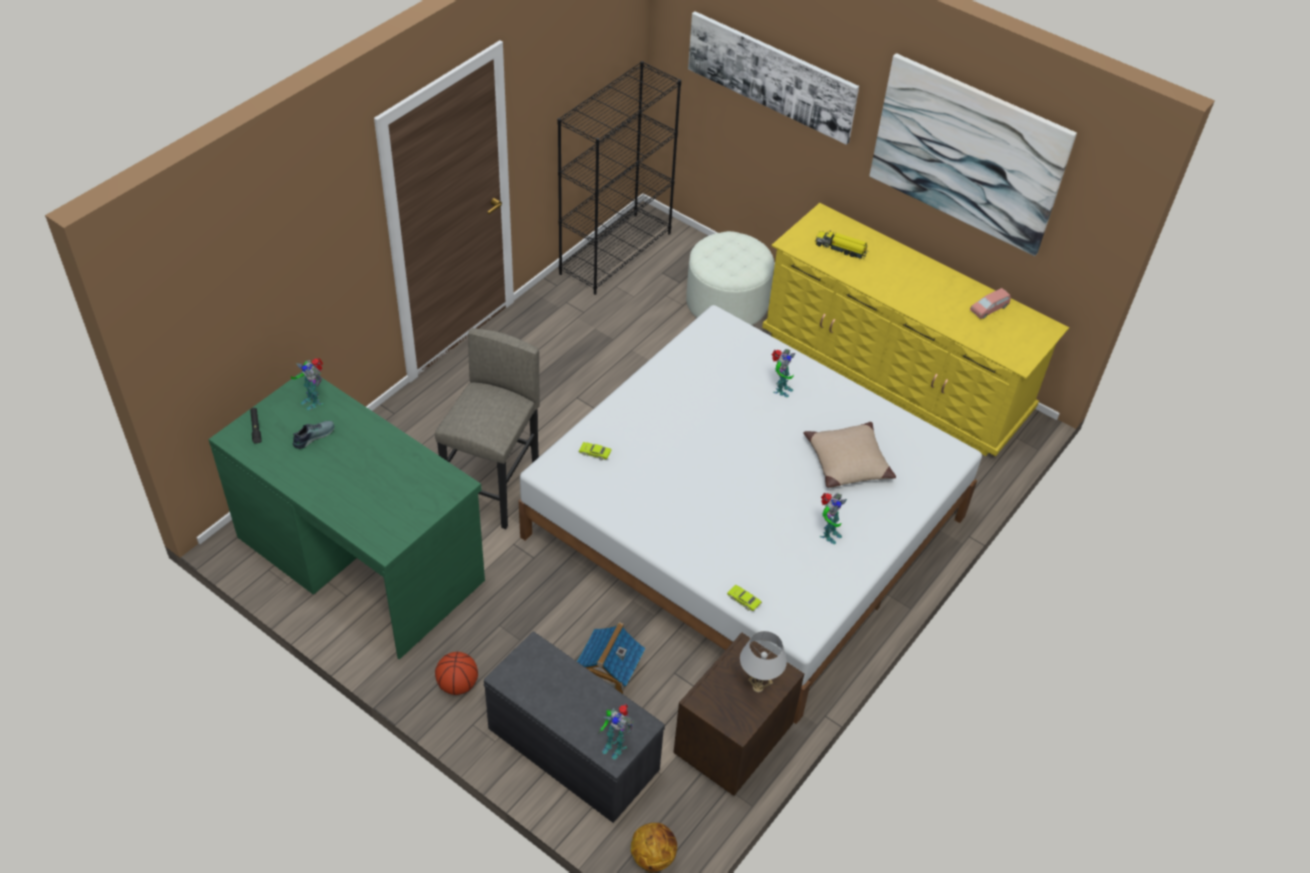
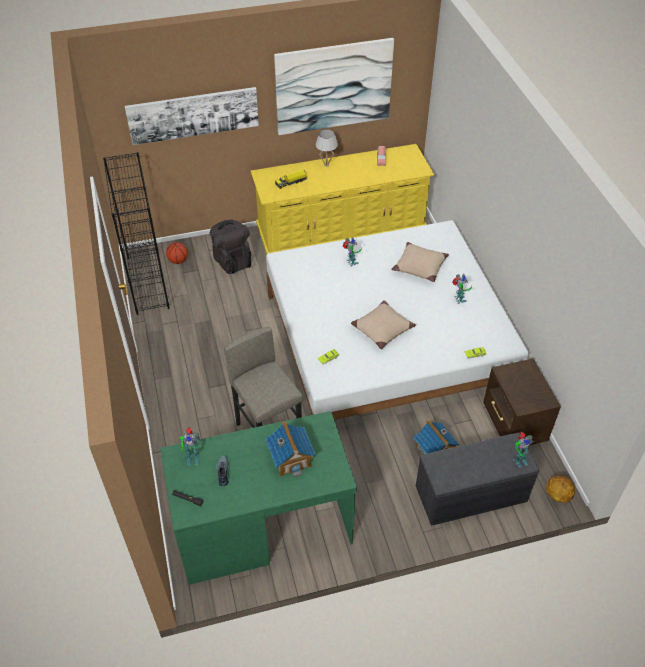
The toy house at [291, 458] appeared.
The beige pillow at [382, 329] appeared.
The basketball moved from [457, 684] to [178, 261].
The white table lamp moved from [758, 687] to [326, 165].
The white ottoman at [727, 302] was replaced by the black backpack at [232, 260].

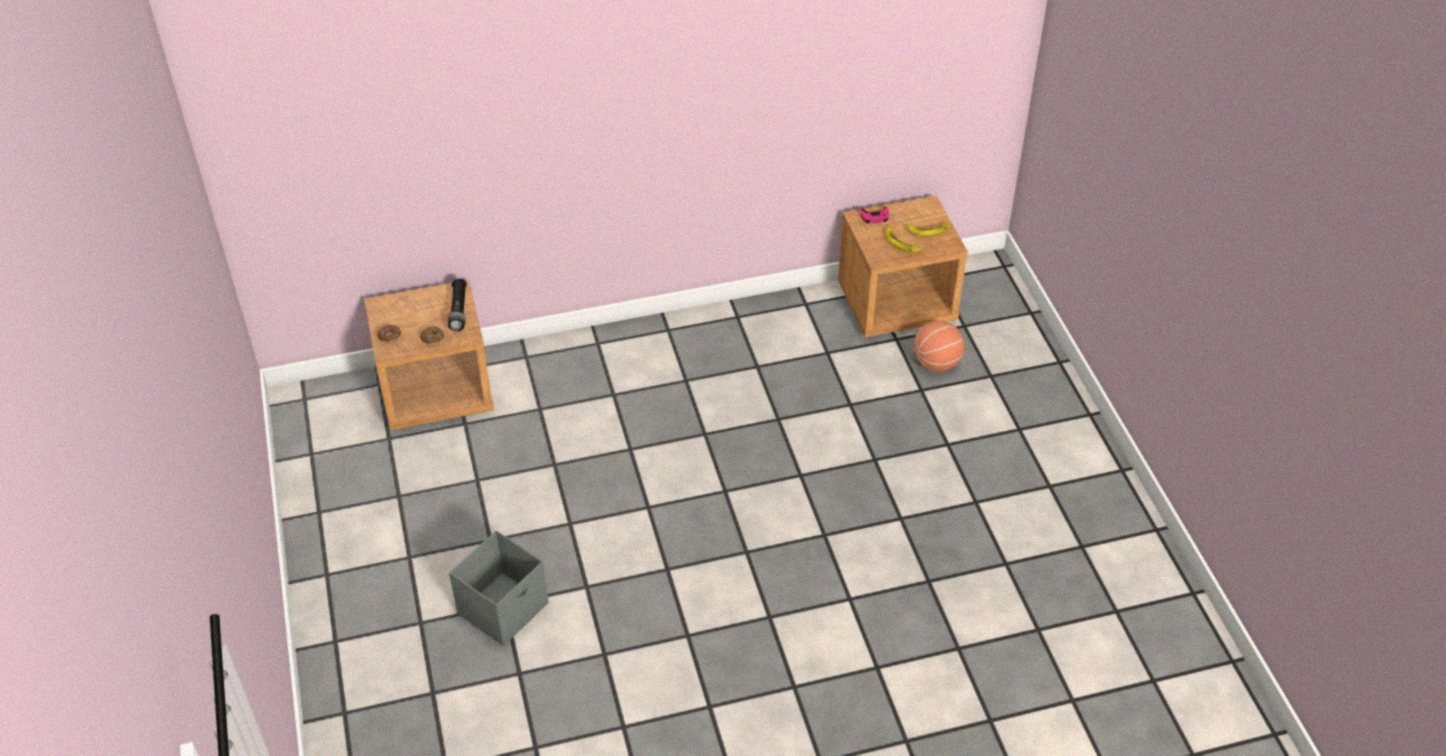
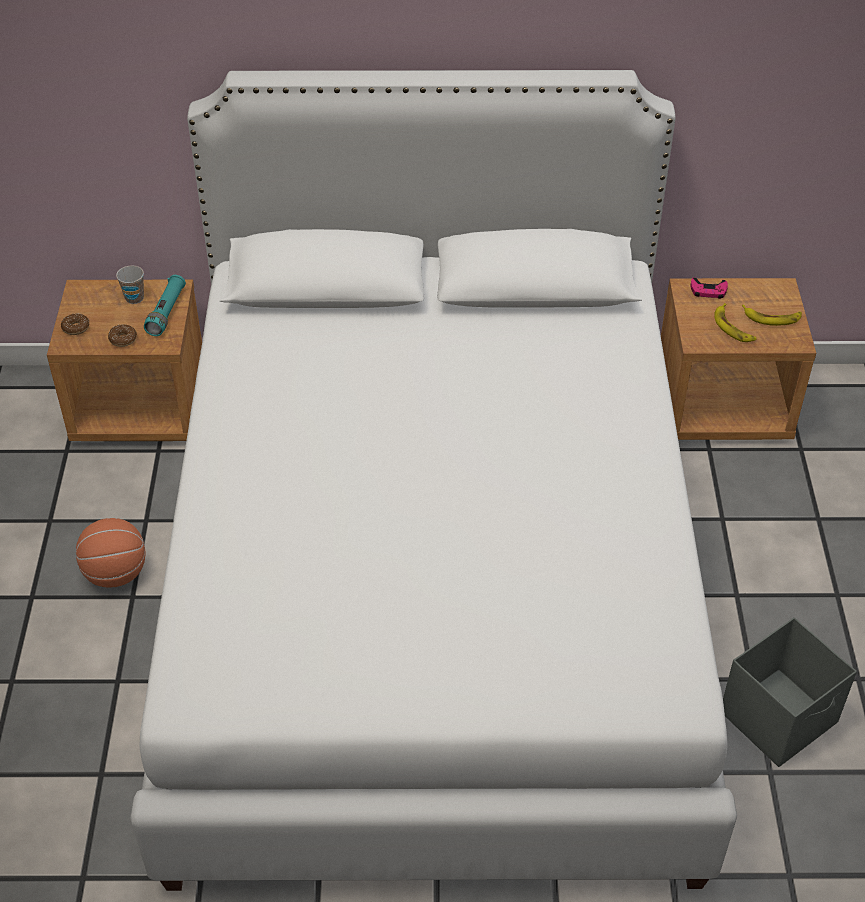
The cup at [134, 298] appeared.
The white bed at [432, 592] appeared.
The grey storage box moved from [504, 608] to [780, 717].
The basketball moved from [936, 363] to [115, 573].
The black flashlight at [459, 310] became the turquoise flashlight at [166, 312].

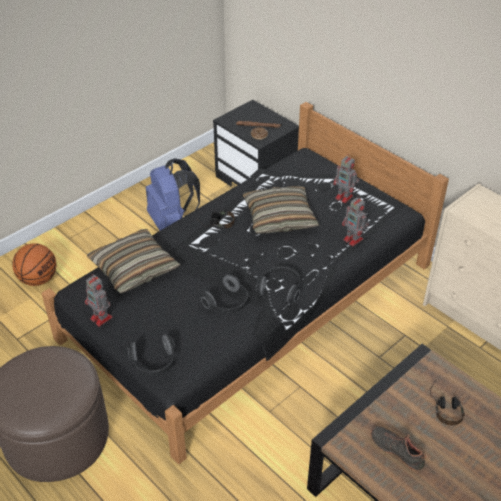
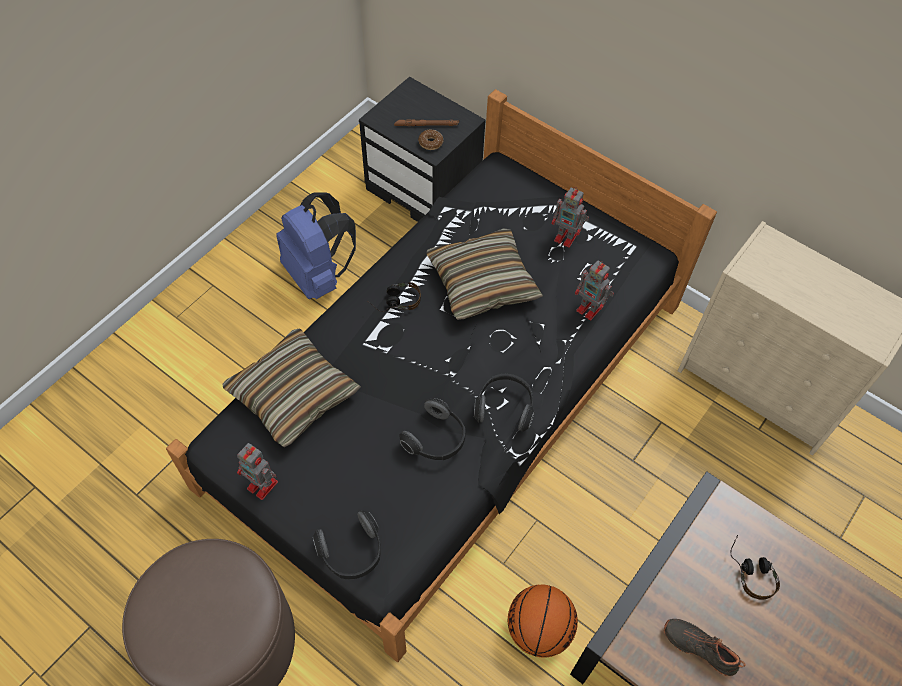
The basketball moved from [38, 279] to [538, 629].

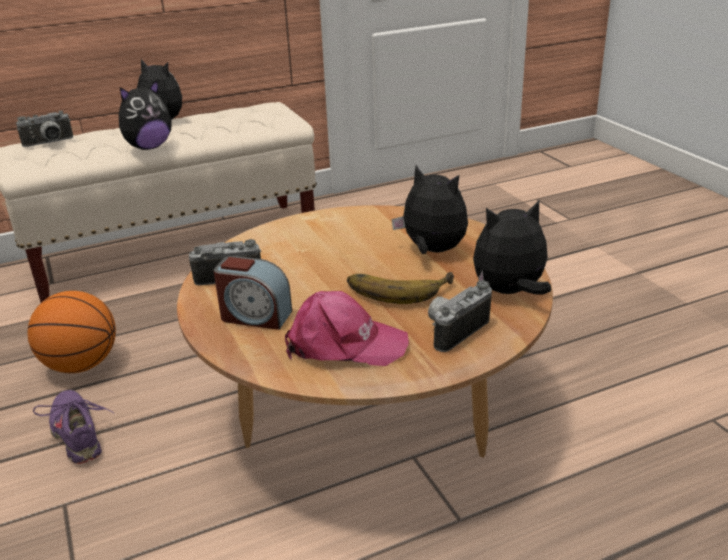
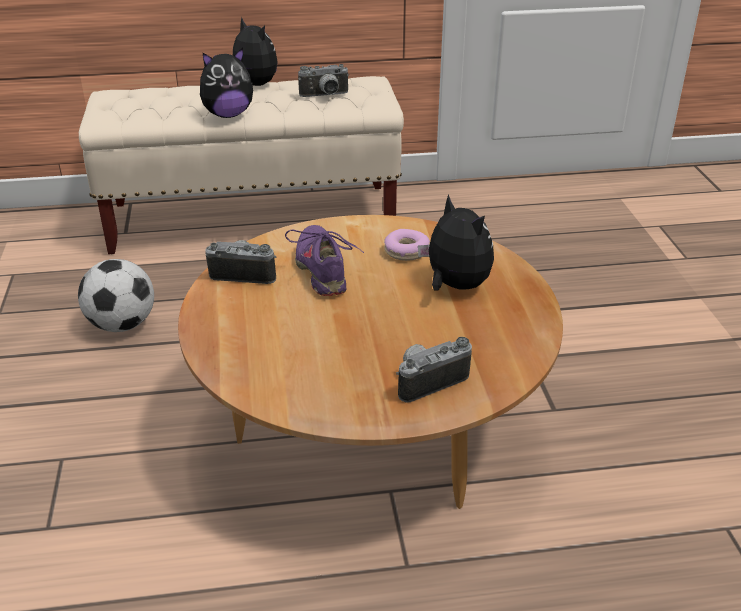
The alarm clock at [255, 316] disappeared.
The pink cap at [344, 344] disappeared.
The banana at [398, 287] disappeared.
The plush toy at [510, 292] disappeared.
The donut at [406, 251] appeared.
The photo camera moved from [49, 143] to [325, 96].
The purple shoe moved from [79, 433] to [323, 269].
The basketball at [81, 365] was replaced by the football at [122, 325].

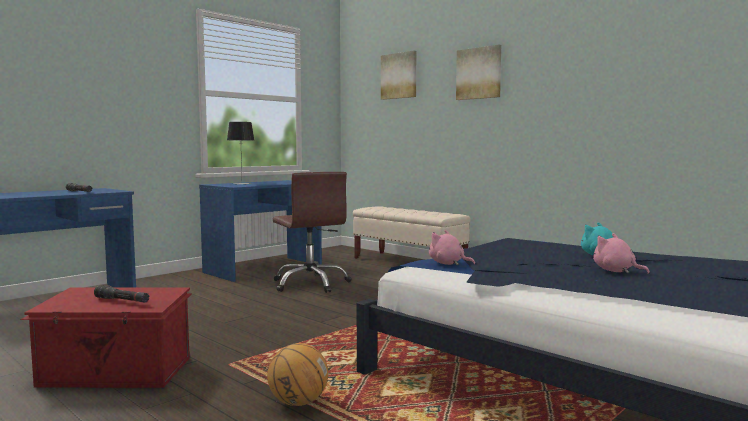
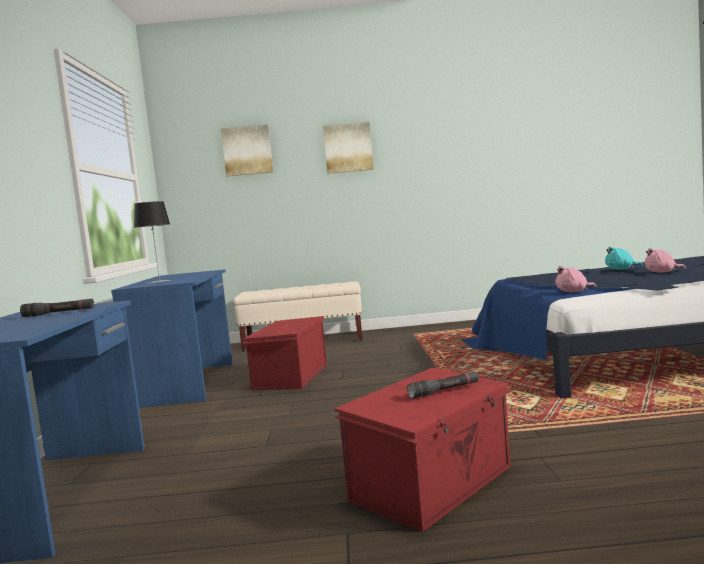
The basketball at [298, 403] disappeared.
The brown office chair at [310, 284] was replaced by the red storage box at [289, 376].

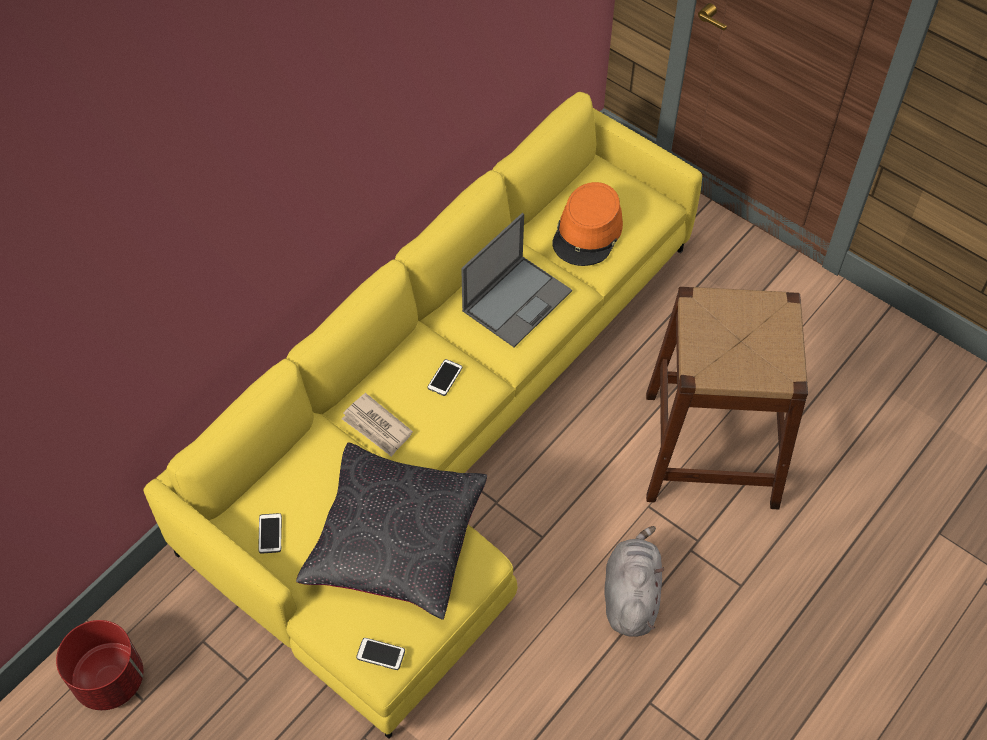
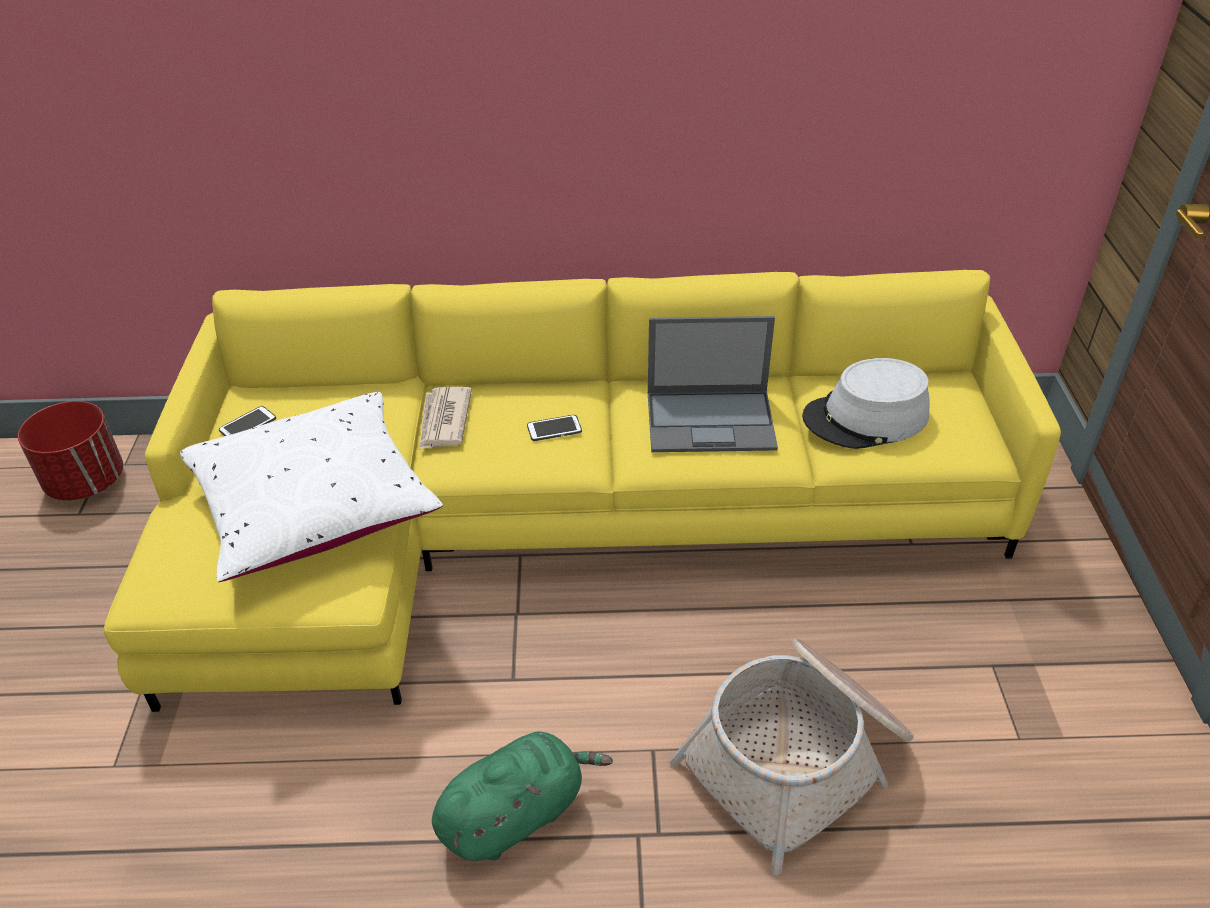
The phone at [380, 654] disappeared.
The brown stool at [711, 449] was replaced by the basket at [798, 759].
The black pillow at [395, 540] became the white pillow at [314, 506].
The orange hat at [588, 232] became the grey hat at [866, 418].
The grey plush toy at [631, 595] became the green plush toy at [516, 814].

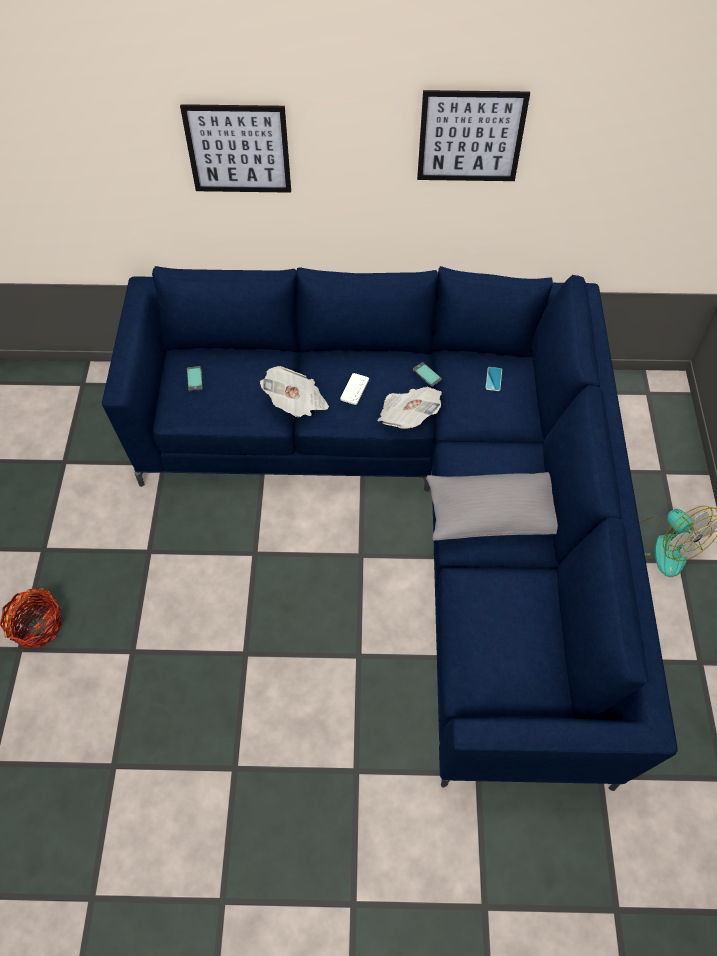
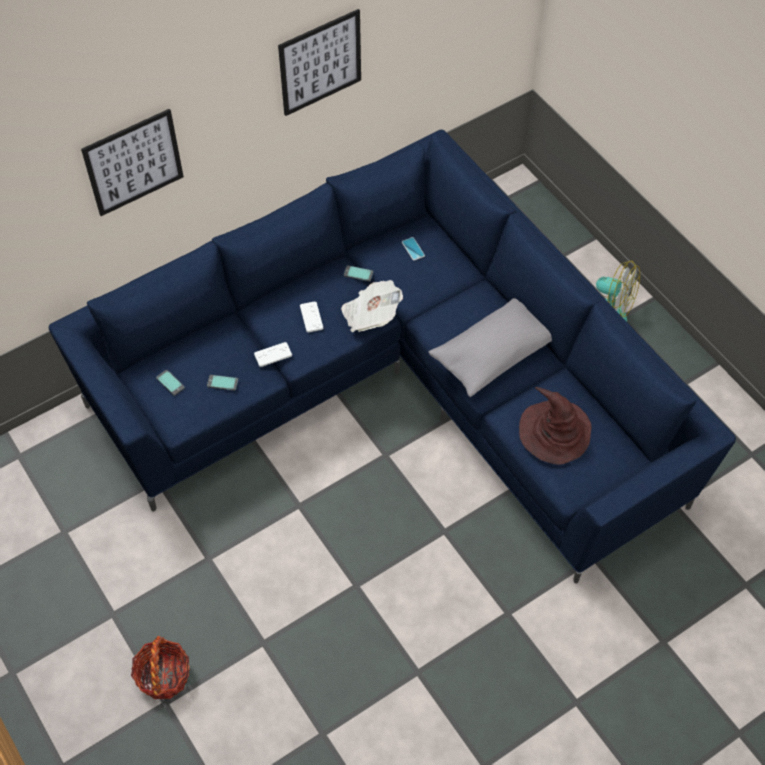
The phone at [222, 383] appeared.
The brown hat at [555, 432] appeared.
The newspaper at [296, 403] was replaced by the white game controller at [273, 355].

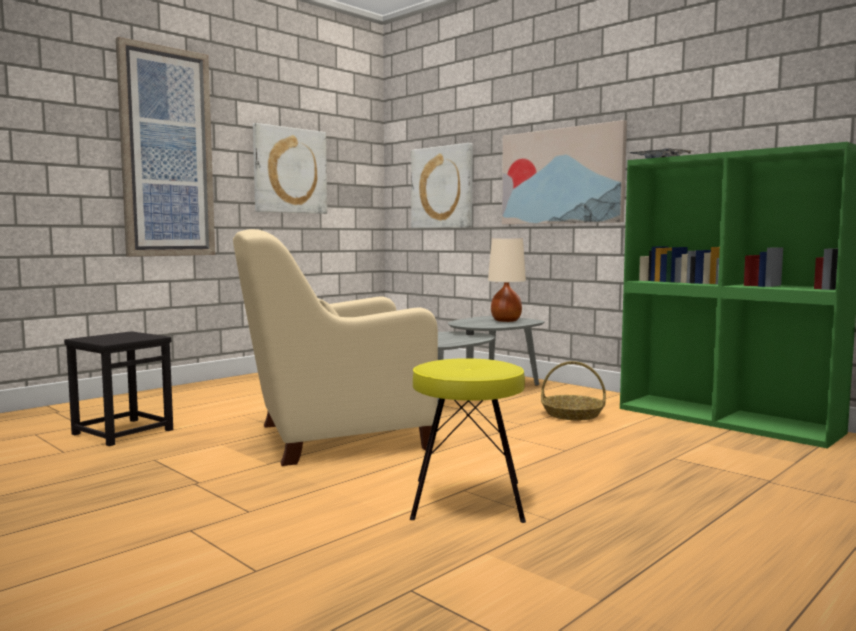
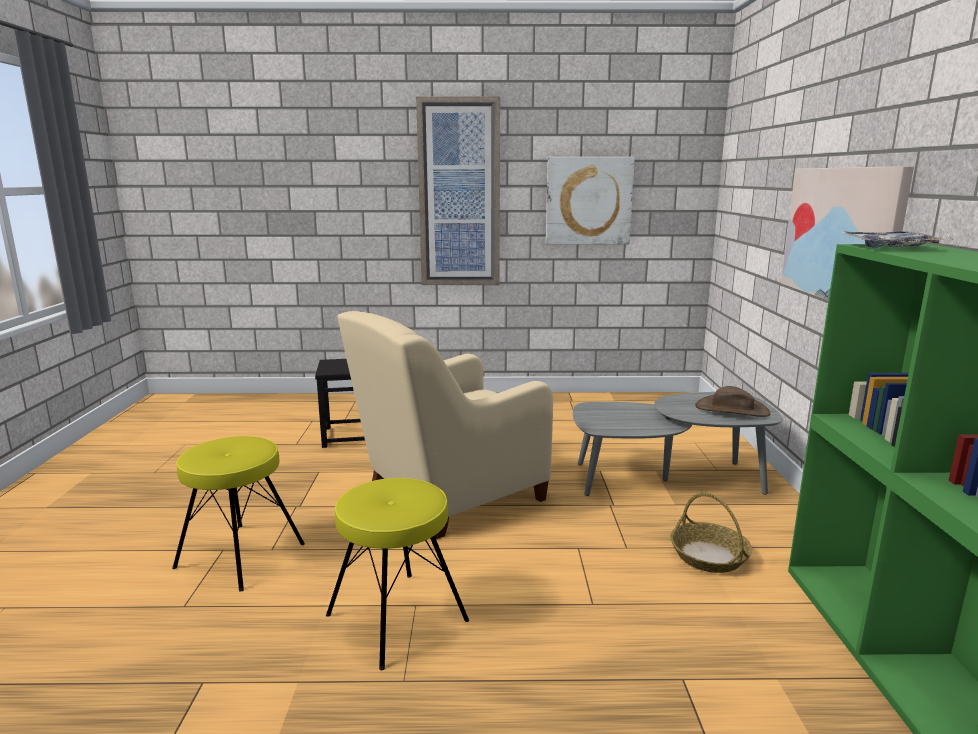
The picture at [442, 187] disappeared.
The yellow stool at [240, 555] appeared.
The beige table lamp at [506, 321] was replaced by the brown hat at [731, 409].
The beige armchair at [332, 437] turned 60 degrees counterclockwise.

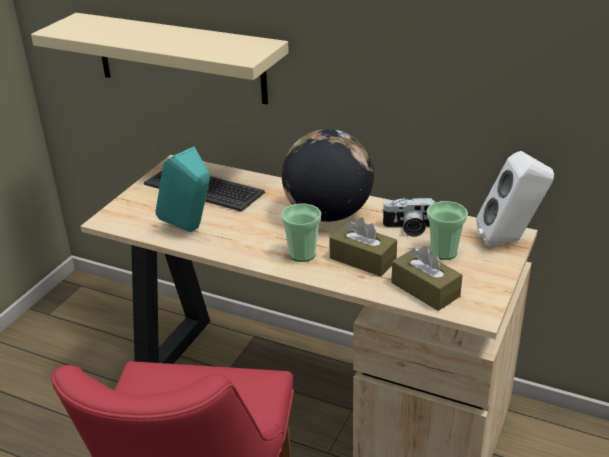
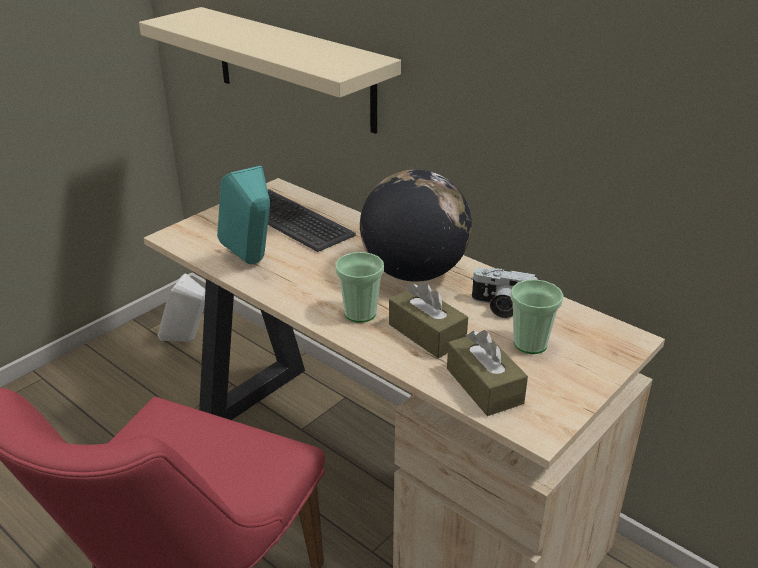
The white speaker moved from [510, 241] to [188, 340].

